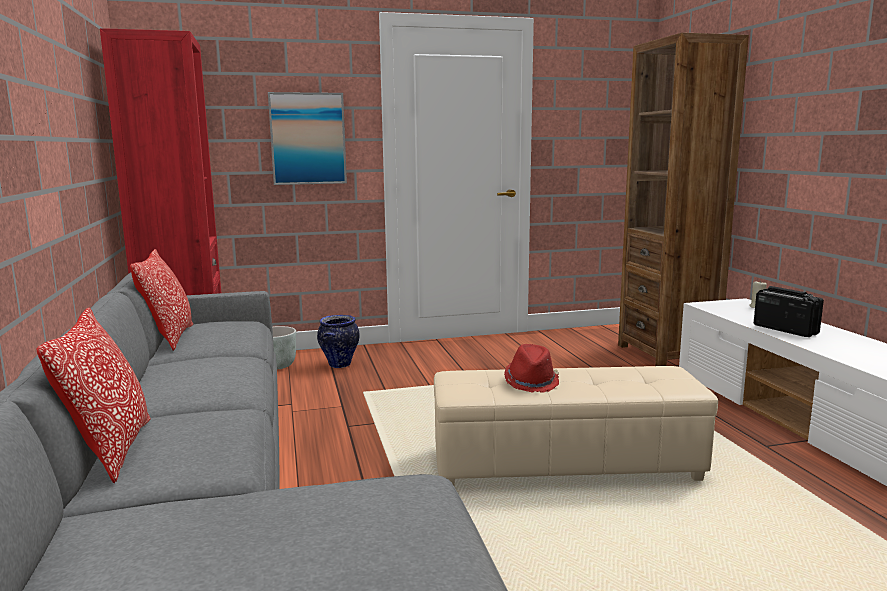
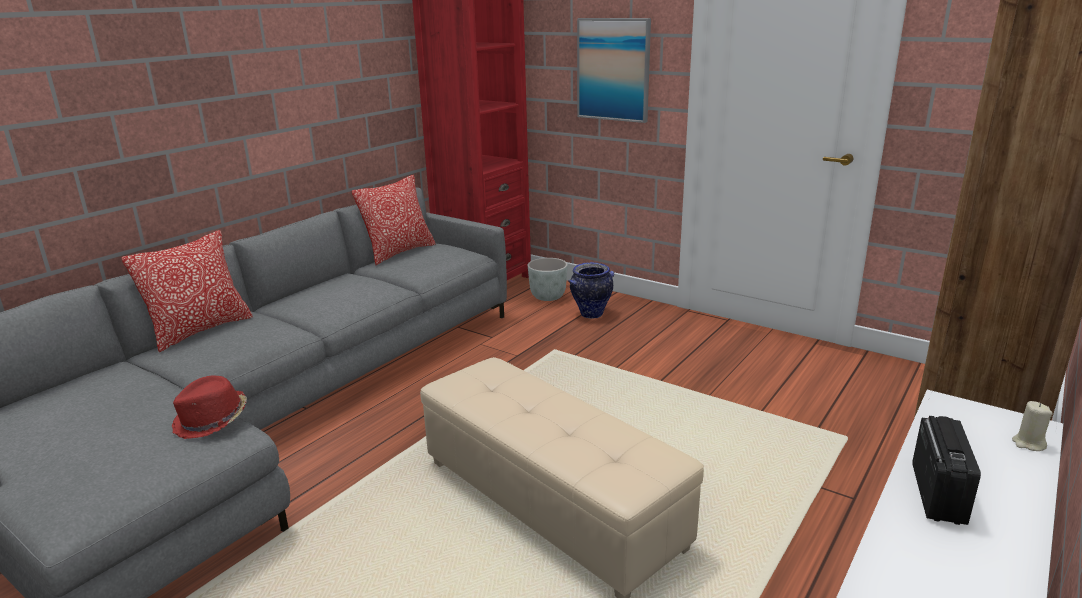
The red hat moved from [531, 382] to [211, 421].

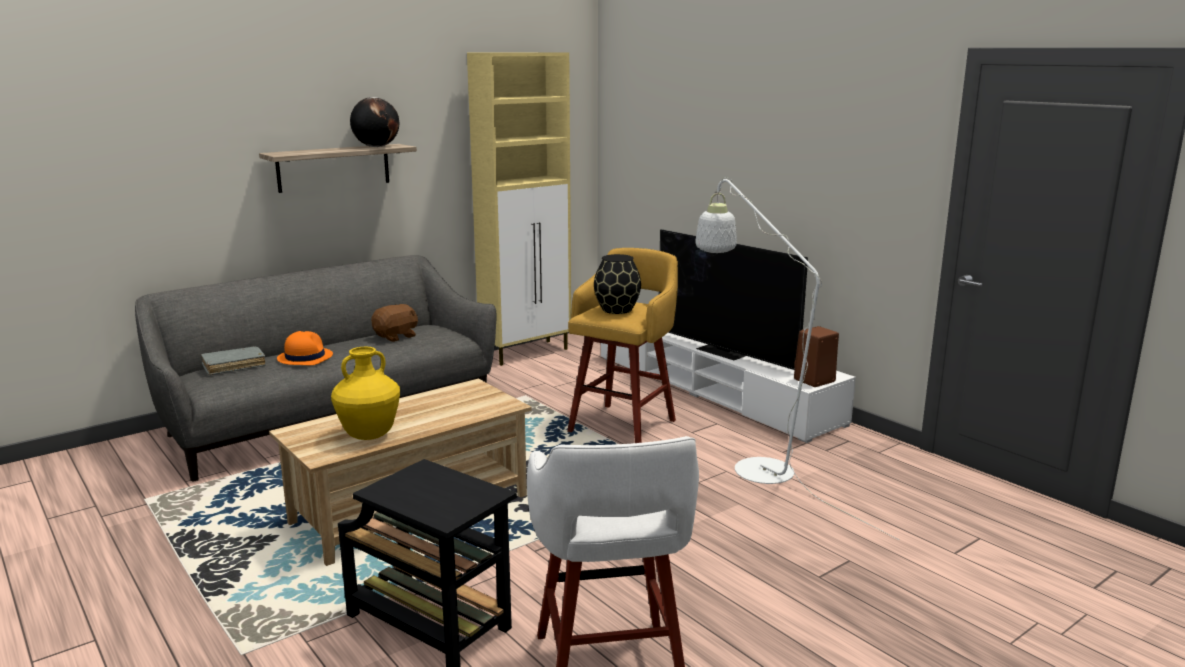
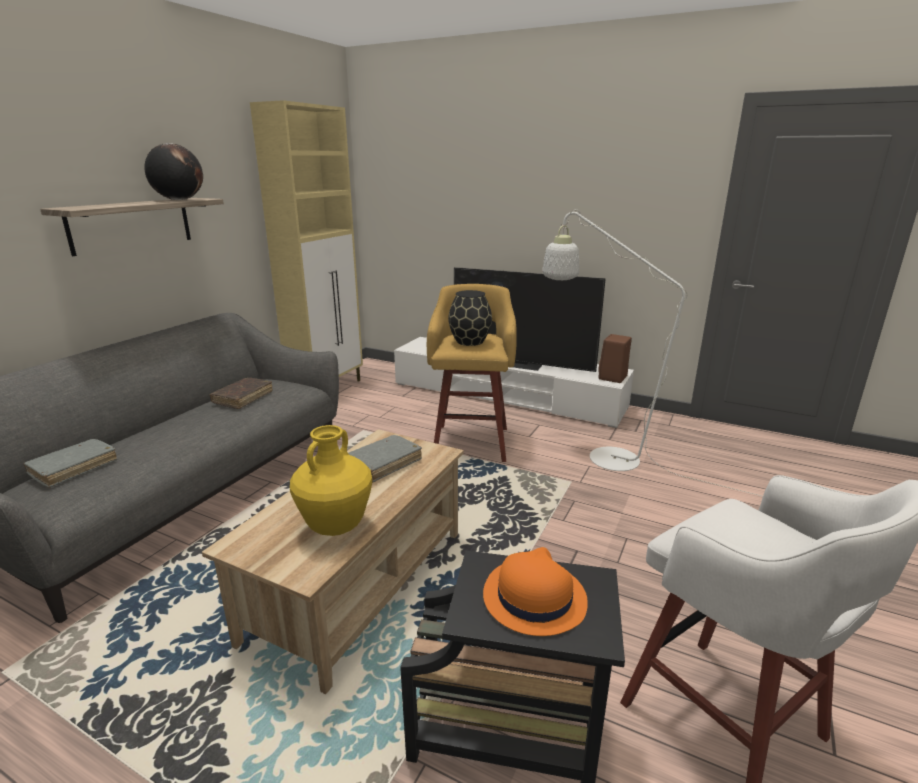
The grey book at [383, 464] appeared.
The orange hat moved from [305, 357] to [533, 597].
The brown plush toy at [396, 336] was replaced by the brown book at [243, 398].

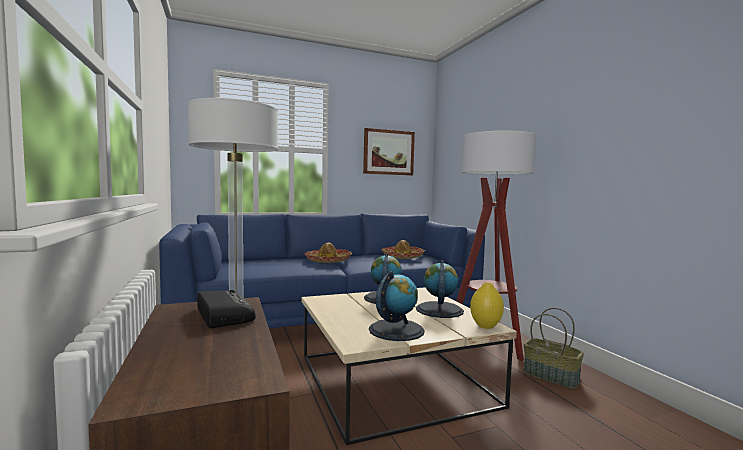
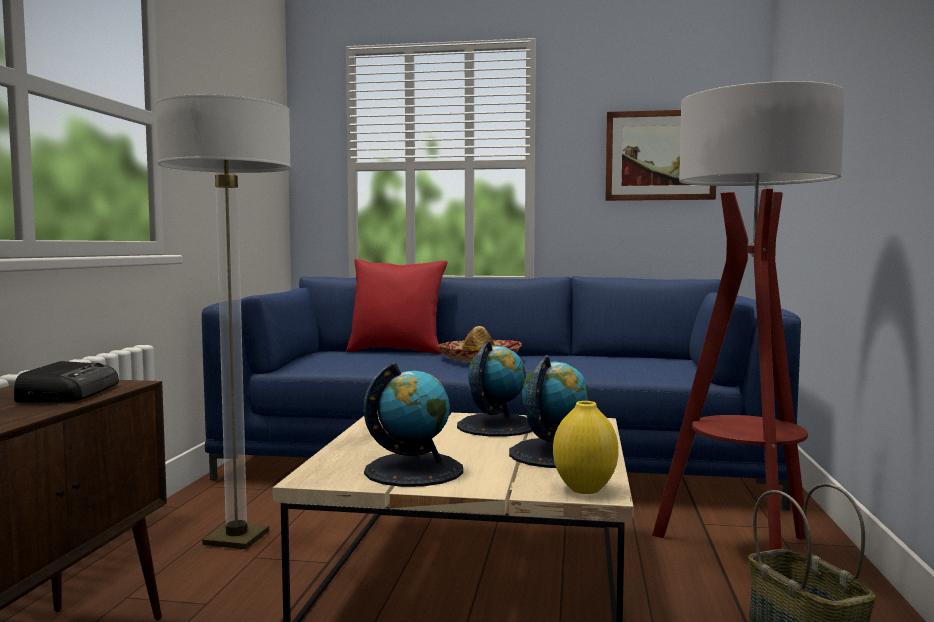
The hat at [402, 257] disappeared.
The red pillow at [396, 351] appeared.

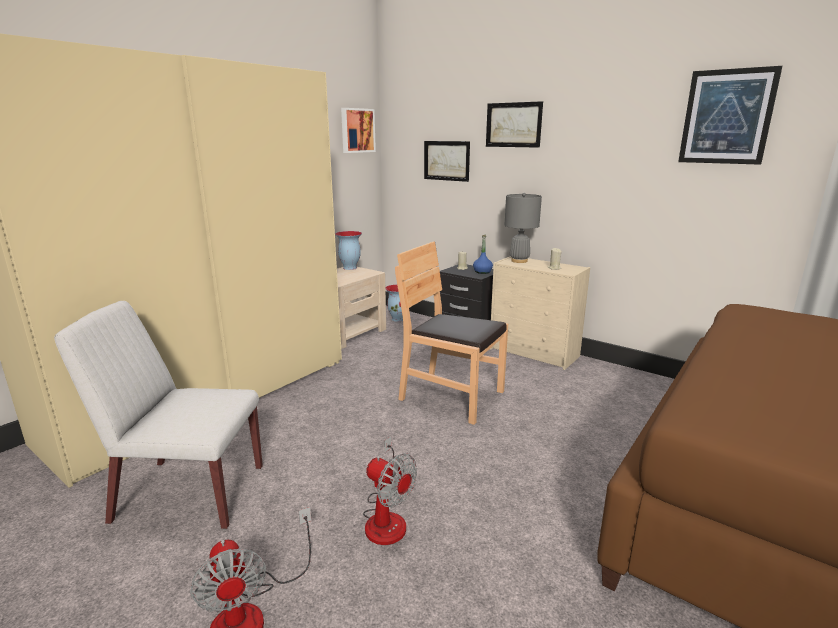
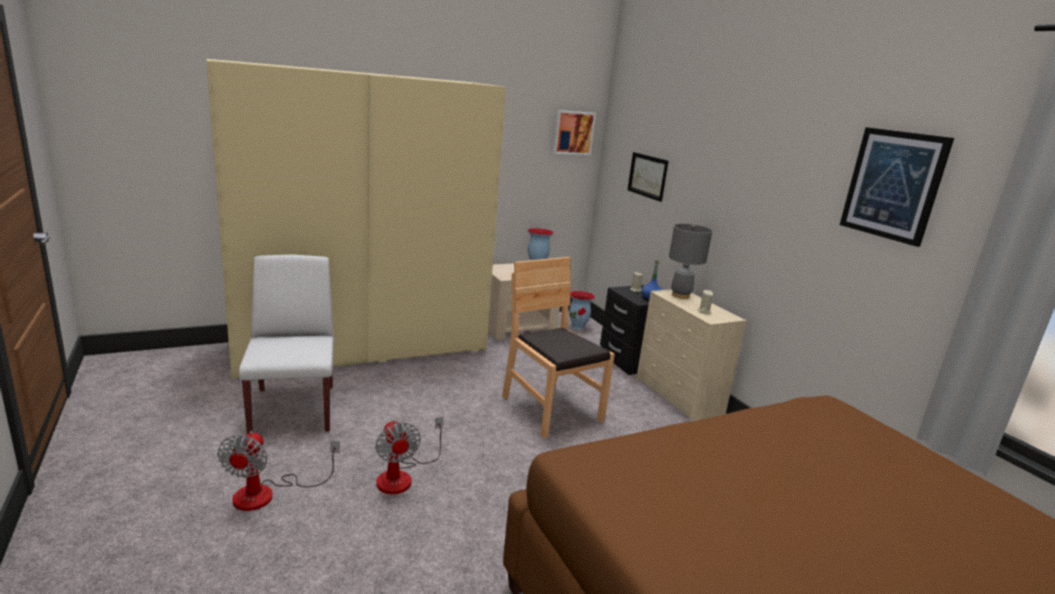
The picture at [513, 125] disappeared.
The white chair at [188, 493] turned 45 degrees clockwise.

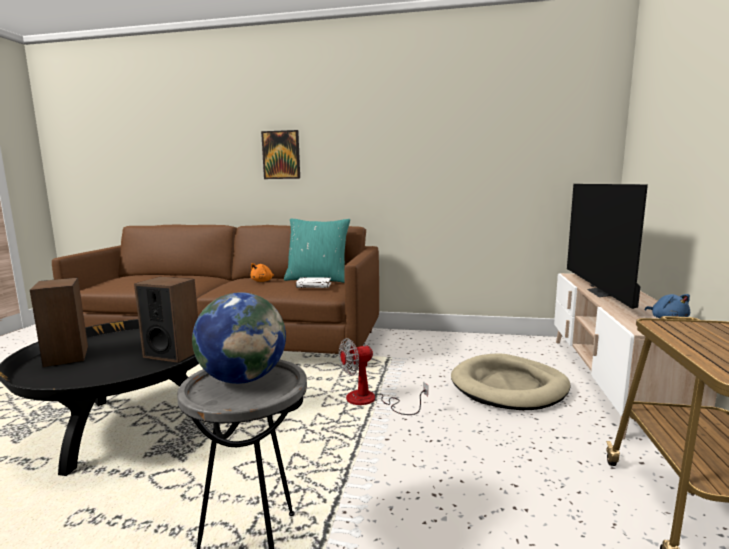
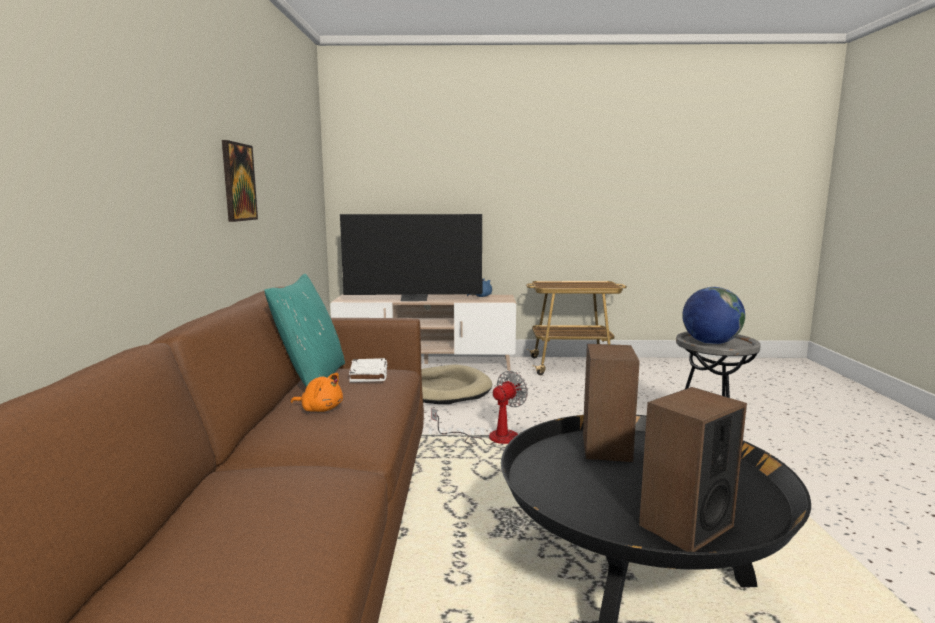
The picture moved from [281, 155] to [238, 182].
The fan at [371, 401] turned 105 degrees counterclockwise.

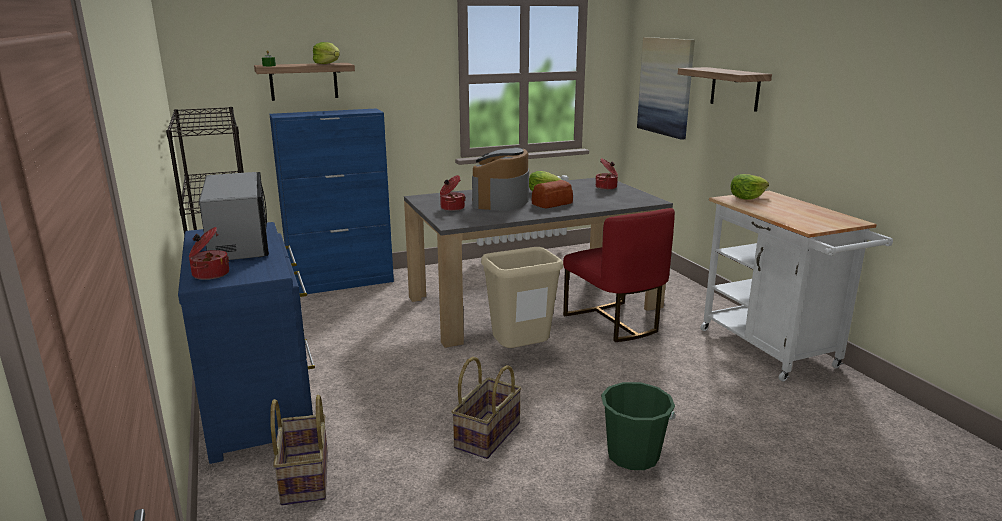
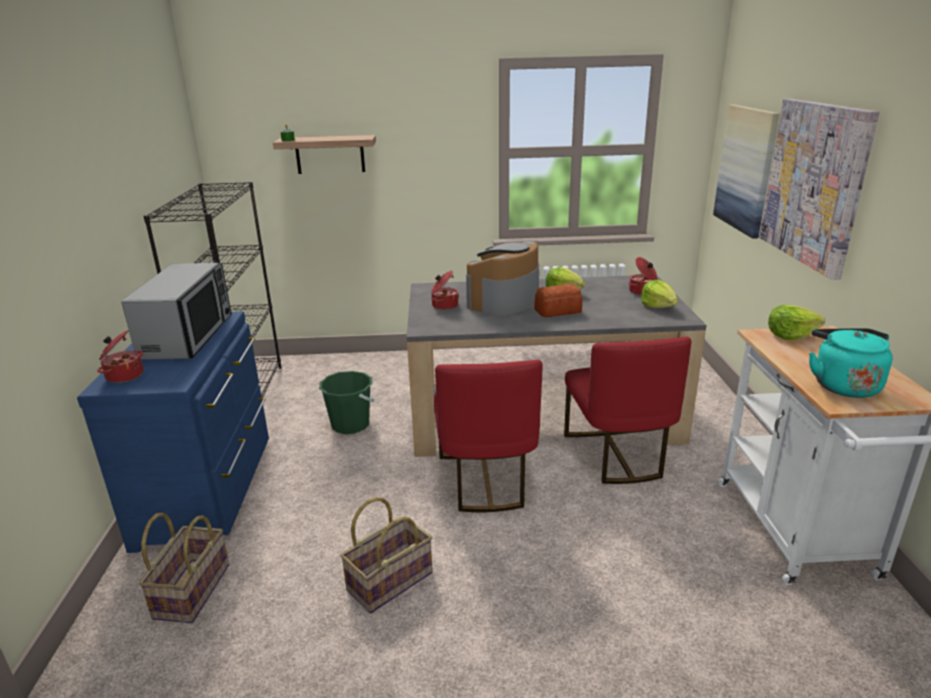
The blue cabinet at [342, 283] disappeared.
The turquoise kettle at [842, 385] appeared.
The lettuce moved from [328, 64] to [658, 306].
The green bucket moved from [633, 456] to [350, 425].
The beige trash can at [520, 354] was replaced by the red chair at [486, 480].
The shelf at [735, 89] was replaced by the picture at [815, 184].

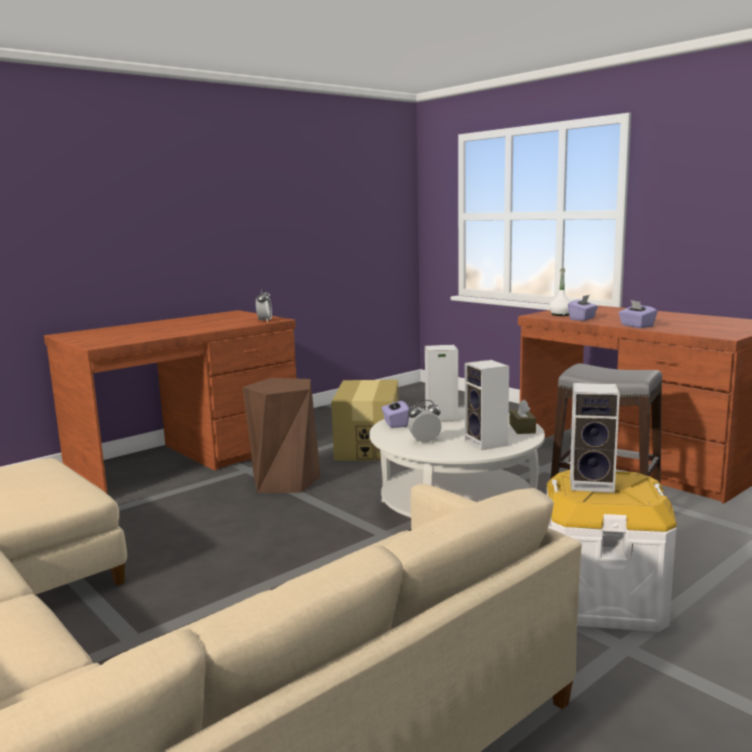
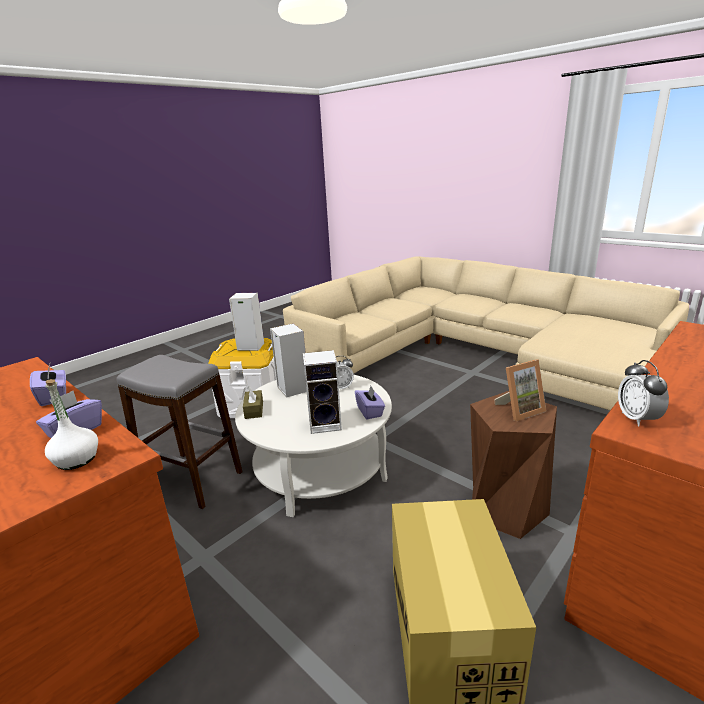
The picture frame at [519, 410] appeared.

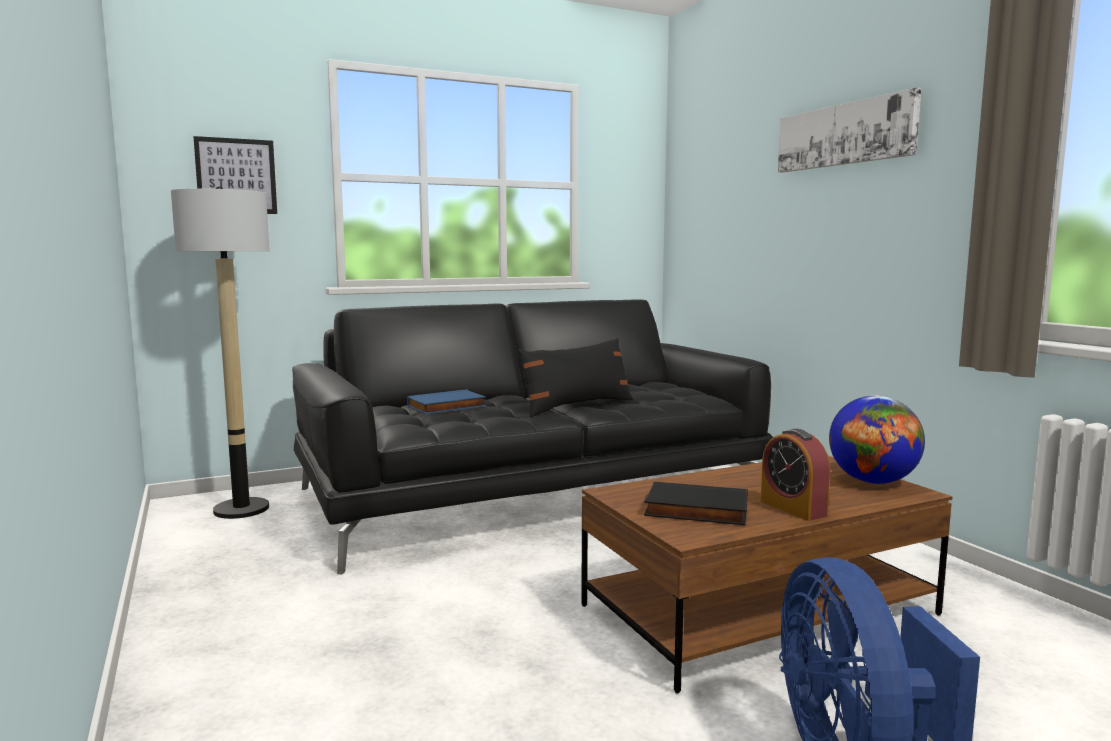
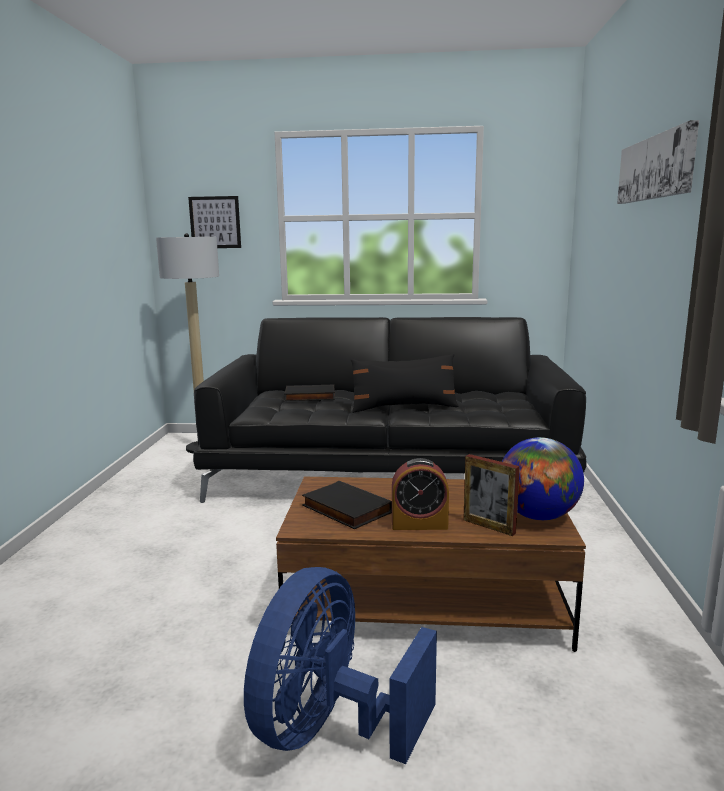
The picture frame at [489, 526] appeared.
The blue book at [447, 407] became the black book at [309, 397].
The alarm clock at [793, 508] turned 90 degrees counterclockwise.

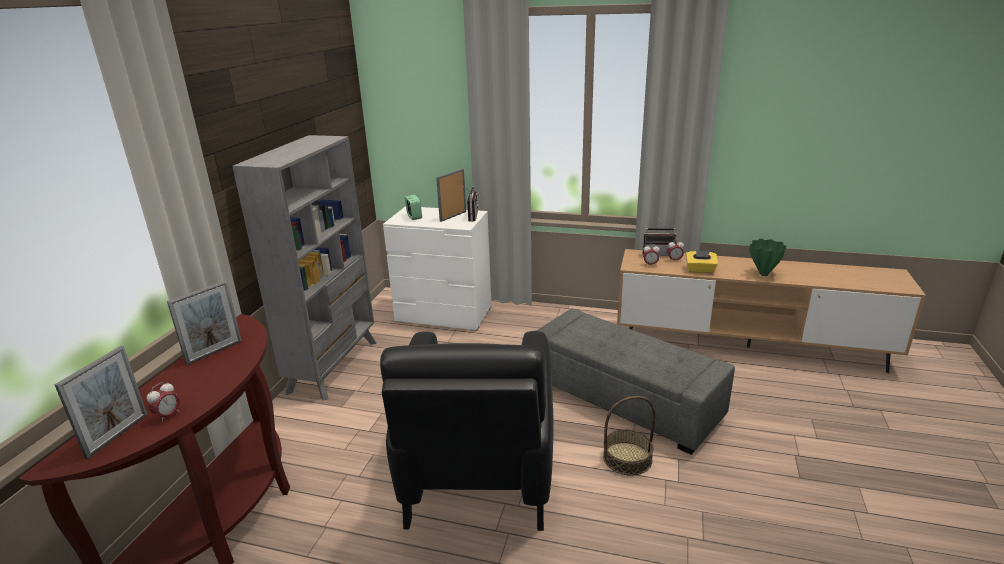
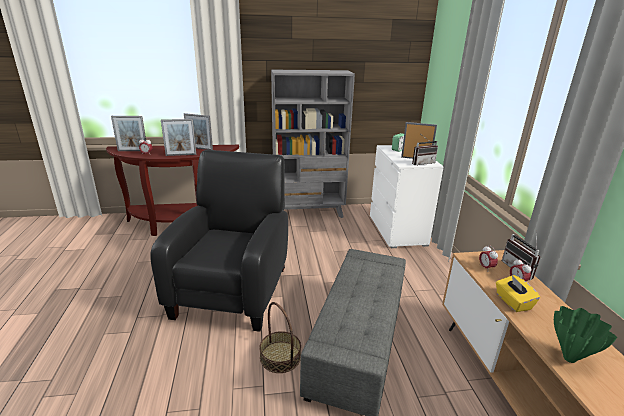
The picture frame at [181, 155] appeared.
The black armchair at [478, 475] turned 120 degrees clockwise.

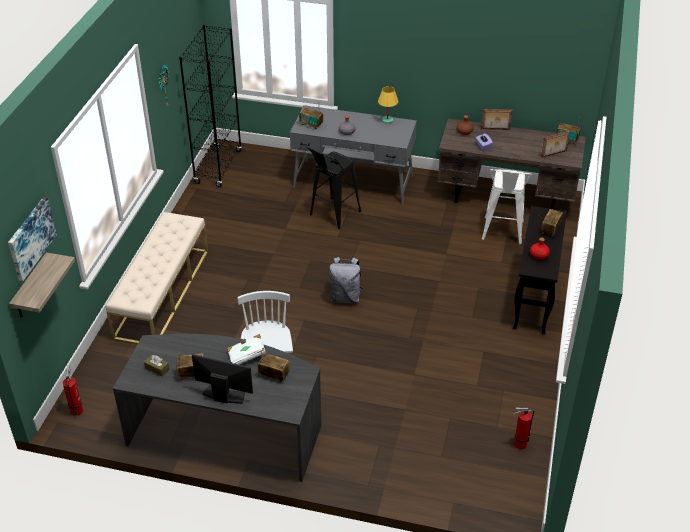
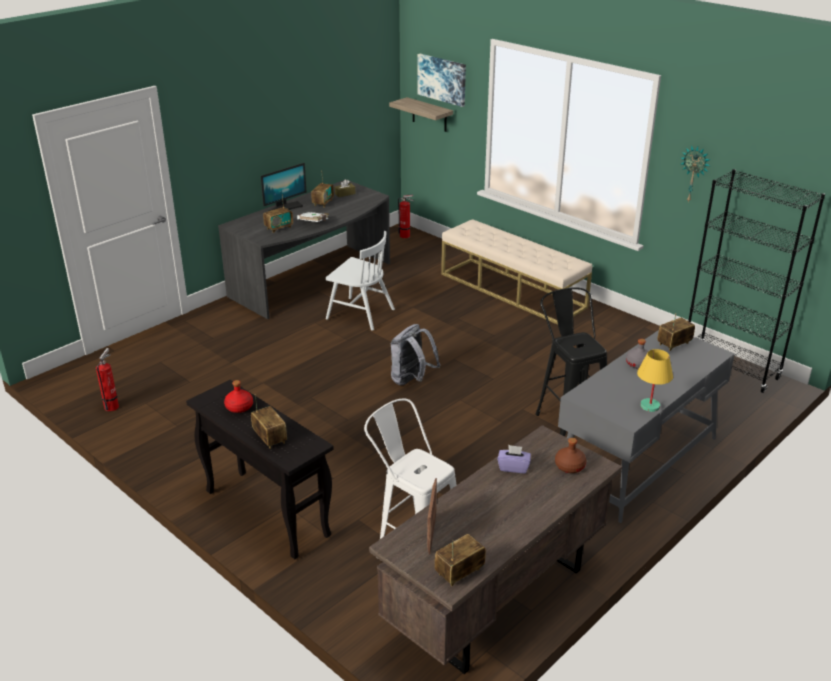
The picture frame at [495, 129] disappeared.

